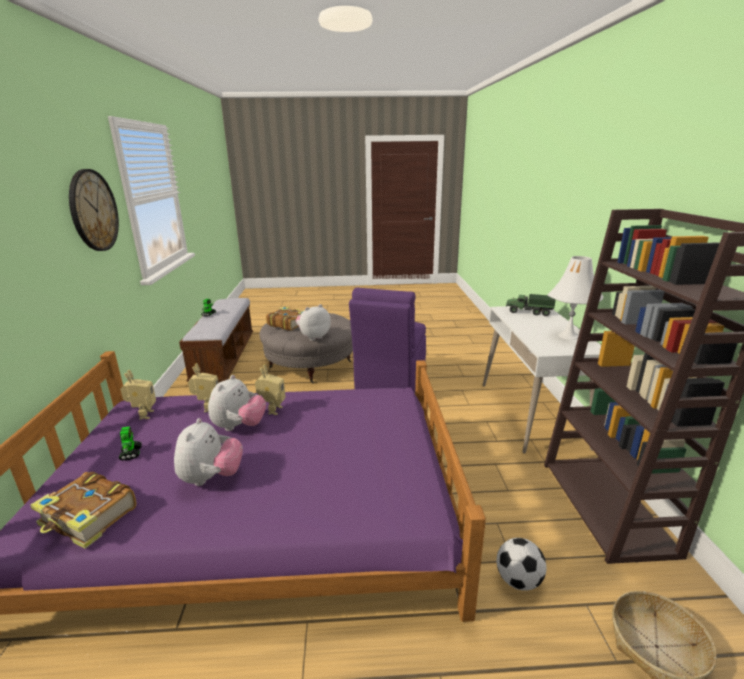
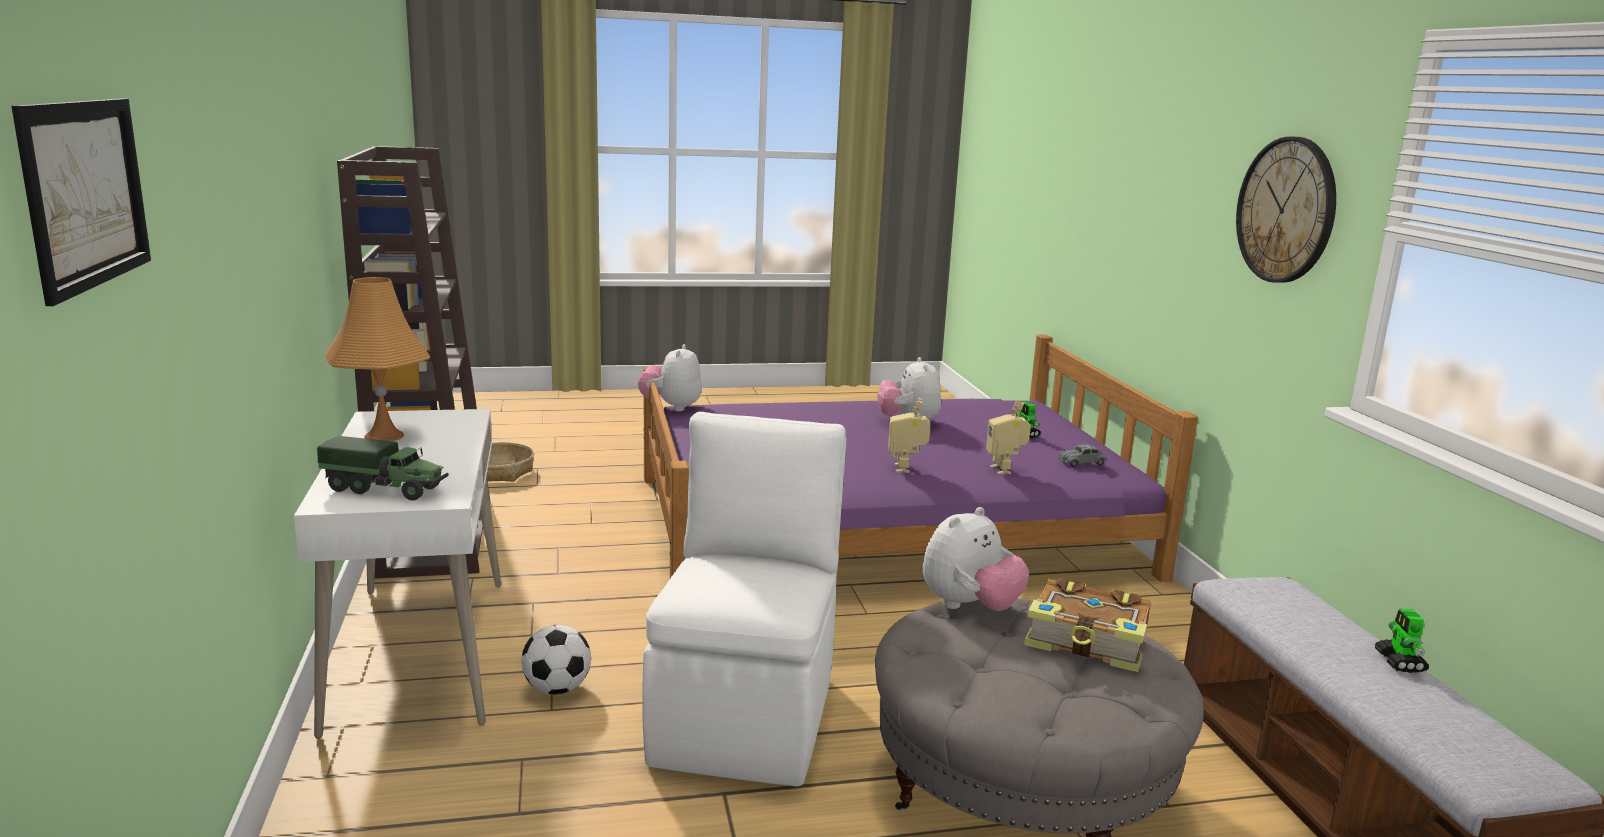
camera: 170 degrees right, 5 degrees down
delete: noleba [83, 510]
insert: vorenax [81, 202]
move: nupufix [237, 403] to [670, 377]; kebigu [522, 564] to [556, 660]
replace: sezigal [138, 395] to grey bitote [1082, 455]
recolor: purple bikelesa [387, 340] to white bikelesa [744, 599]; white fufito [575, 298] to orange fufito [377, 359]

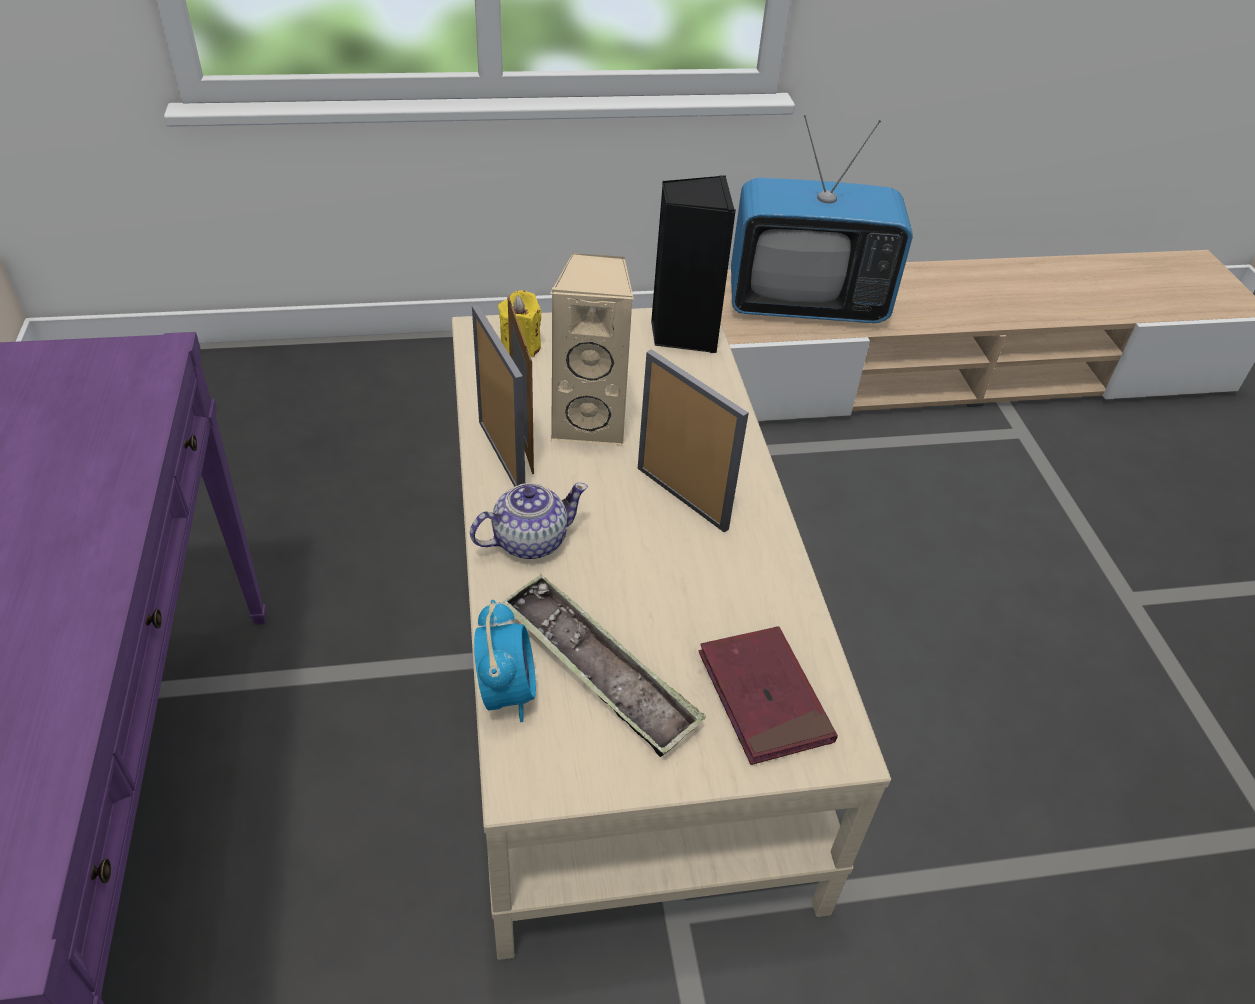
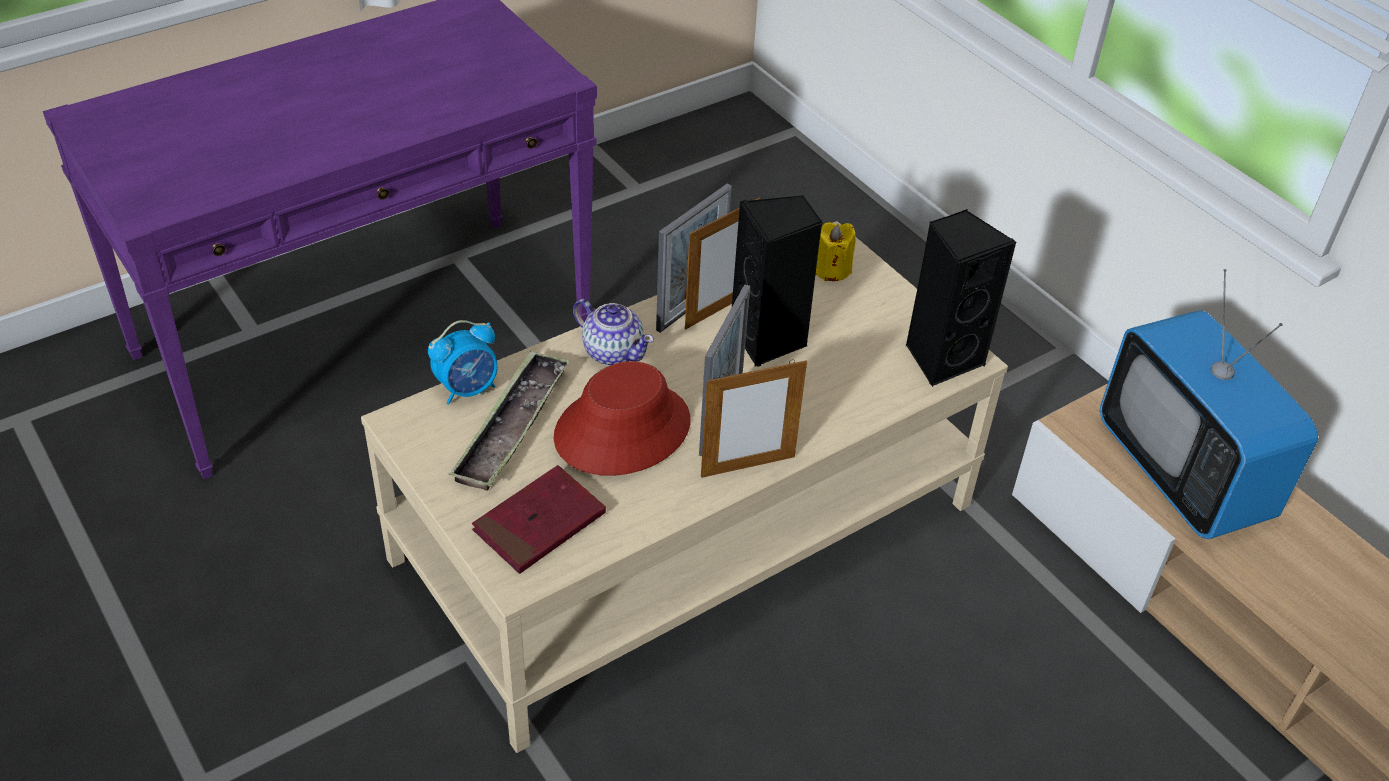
camera: 65 degrees right, 0 degrees up
insert: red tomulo [622, 418]; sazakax [754, 418]
recolor: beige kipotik [592, 349] to black kipotik [777, 280]

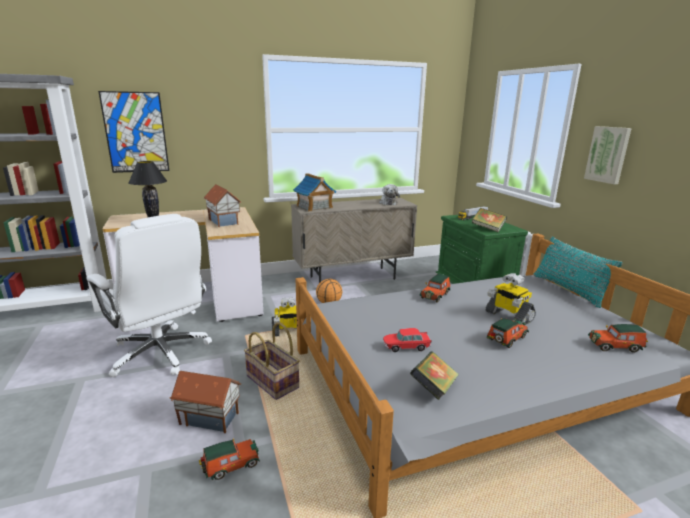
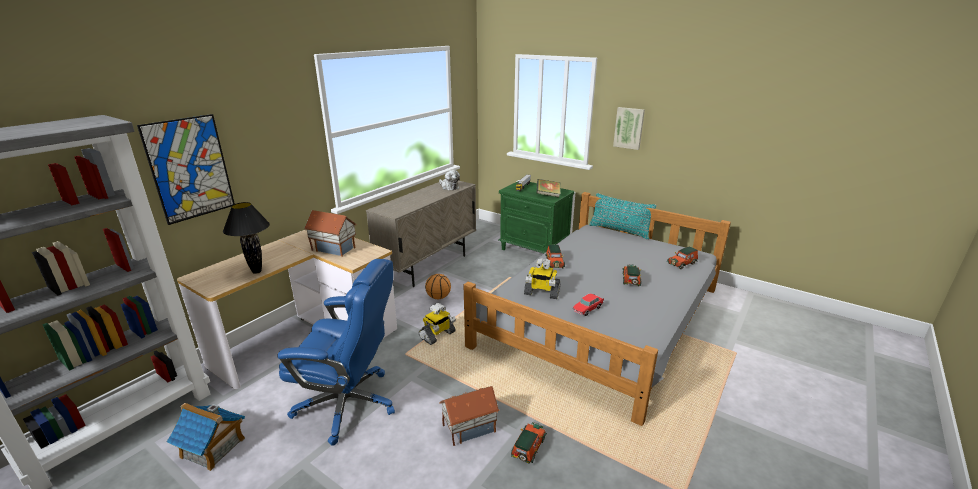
camera: 35 degrees left, 5 degrees up
delete: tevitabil [272, 361]; noleba [434, 375]
move: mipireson [314, 192] to [206, 437]; sezigal [510, 299] to [542, 278]
recolor: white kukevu [149, 295] to blue kukevu [336, 352]

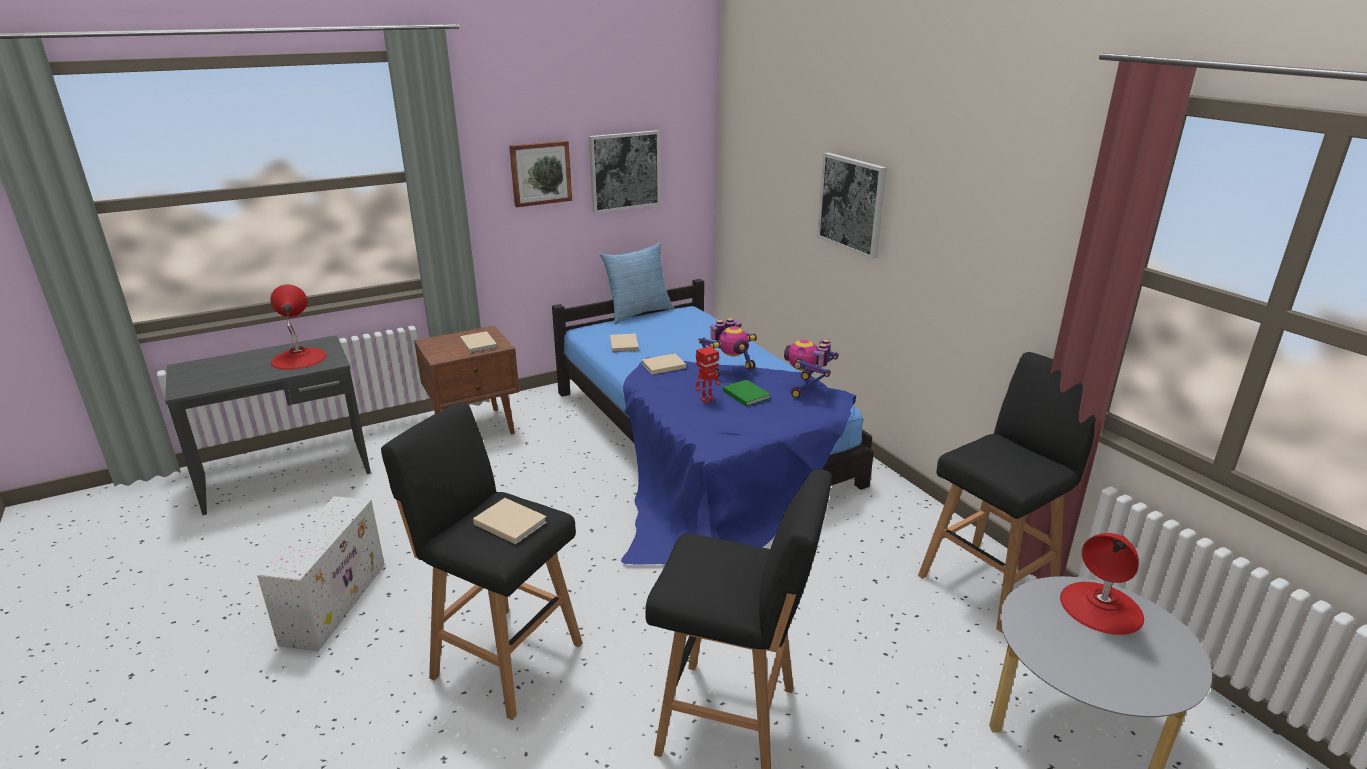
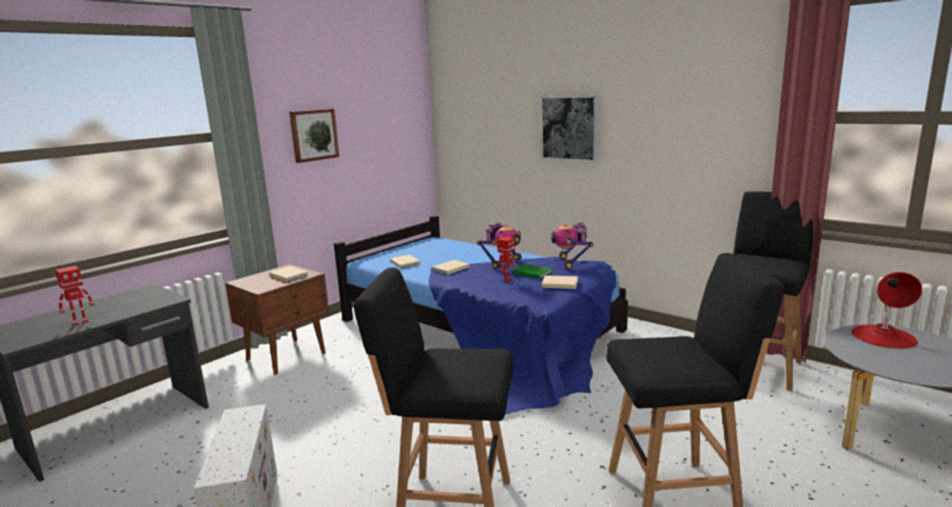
camera: 20 degrees left, 10 degrees down
delete: red fufito [298, 327]; vorenax [624, 171]; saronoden [637, 283]
insert: sezigal [75, 296]
move: beige noleba [510, 521] to [560, 282]

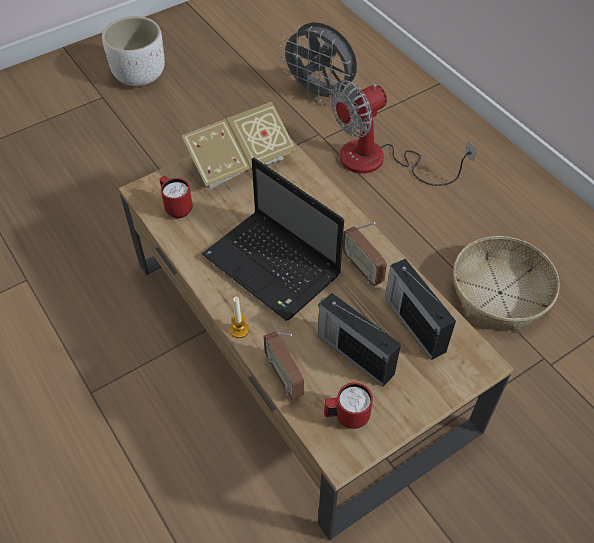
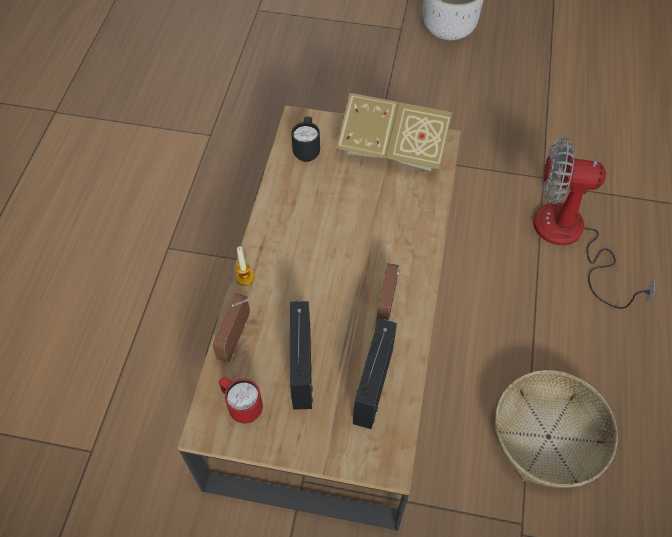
camera: 45 degrees right, 5 degrees up
delete: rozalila [273, 239]; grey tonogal [318, 62]
recolor: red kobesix [176, 197] to black kobesix [305, 139]

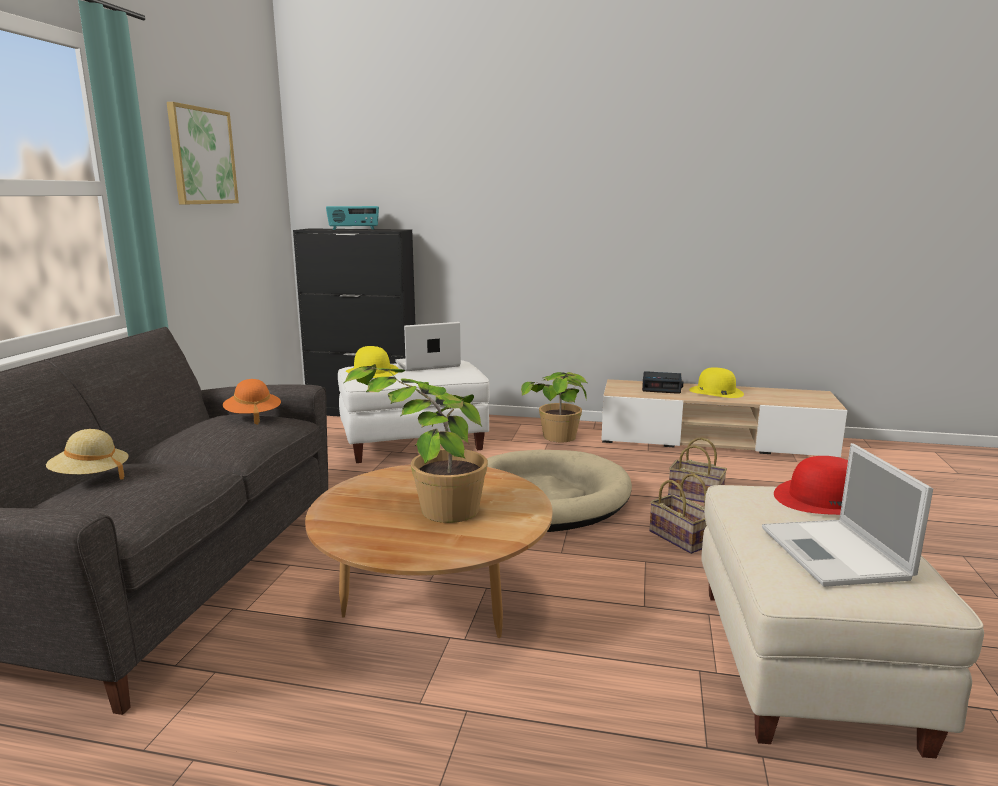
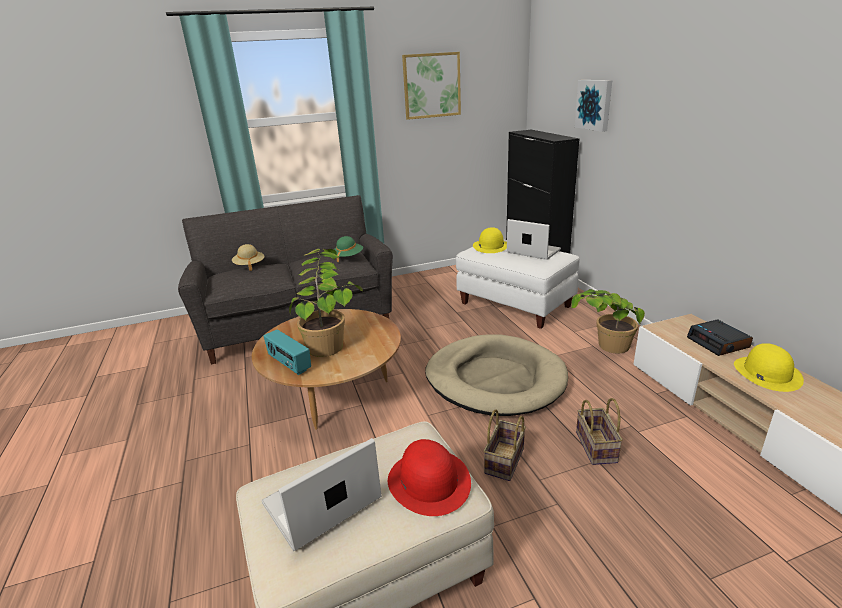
camera: 60 degrees right, 10 degrees up
insert: vorenax [593, 106]
move: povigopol [352, 218] to [287, 352]
recolor: orange tomulo [252, 402] to green tomulo [348, 249]

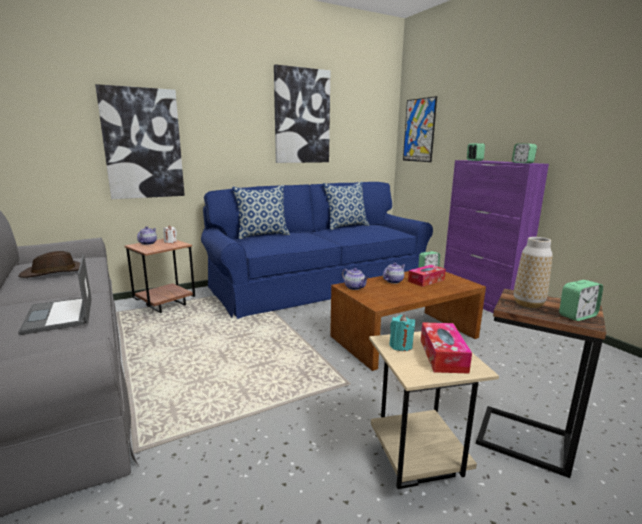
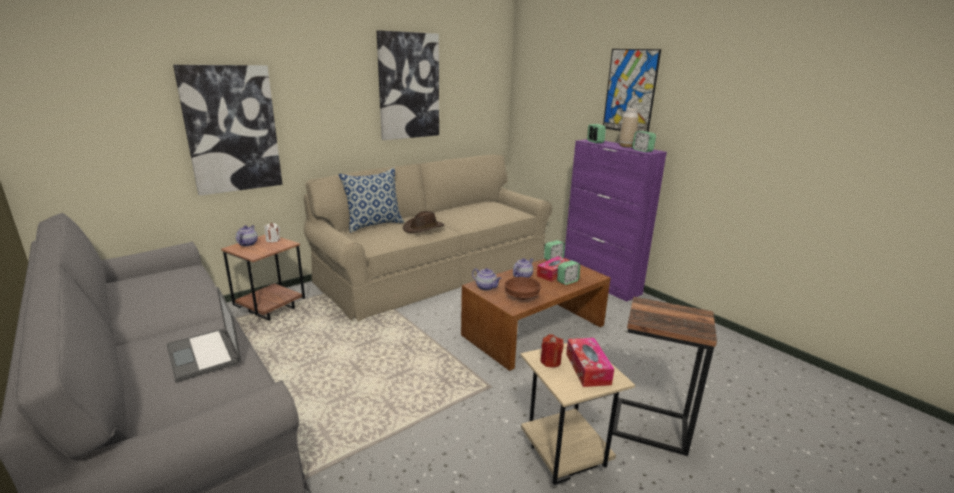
camera: 10 degrees left, 5 degrees up
delete: saronoden [346, 205]
insert: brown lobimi [523, 288]
move: brown tomulo [49, 264] to [423, 222]; vorenax [420, 129] to [632, 90]; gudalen [533, 272] to [628, 128]; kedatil [581, 300] to [568, 272]
recolor: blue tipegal [317, 250] to beige tipegal [428, 238]; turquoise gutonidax [402, 333] to red gutonidax [552, 351]

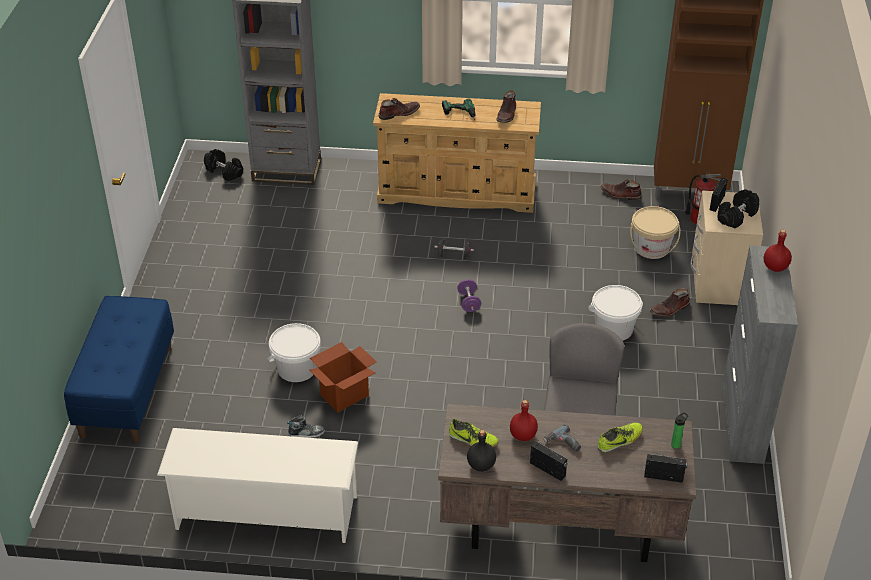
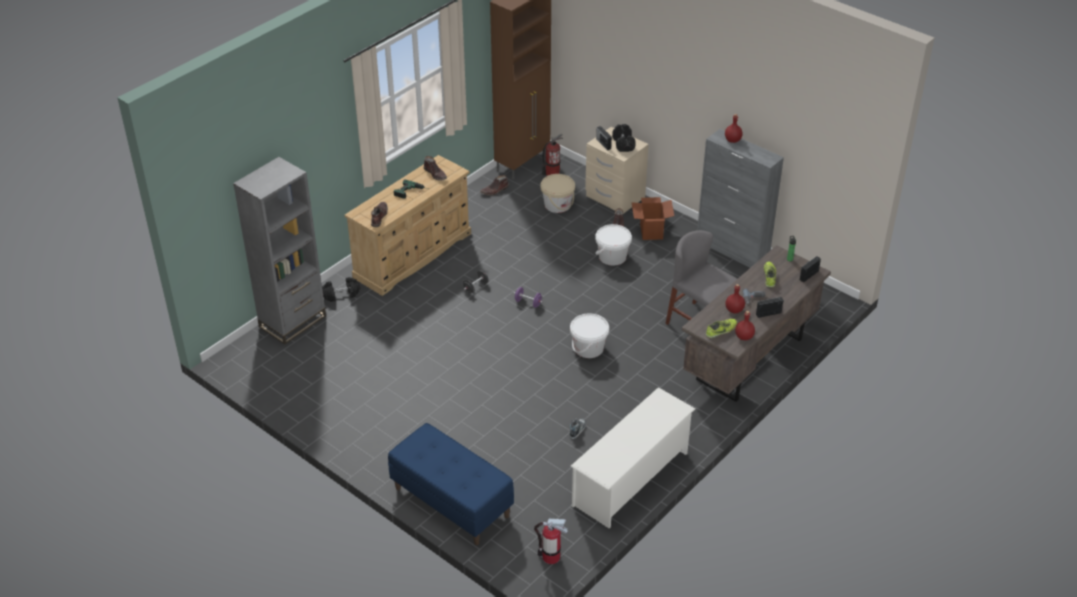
camera: 55 degrees left, 0 degrees up
insert: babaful [551, 541]
move: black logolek [223, 165] to [341, 289]; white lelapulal [294, 352] to [589, 335]; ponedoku [342, 377] to [653, 218]
recolor: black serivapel [481, 451] to red serivapel [745, 325]

